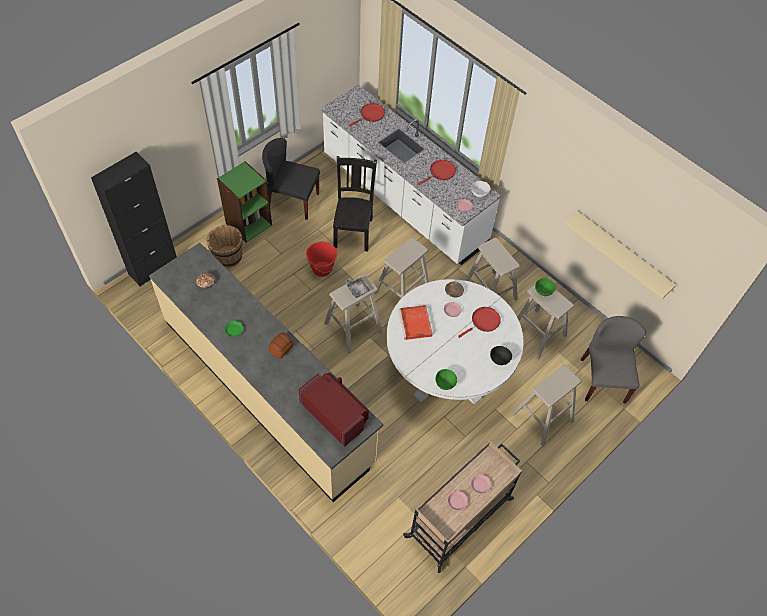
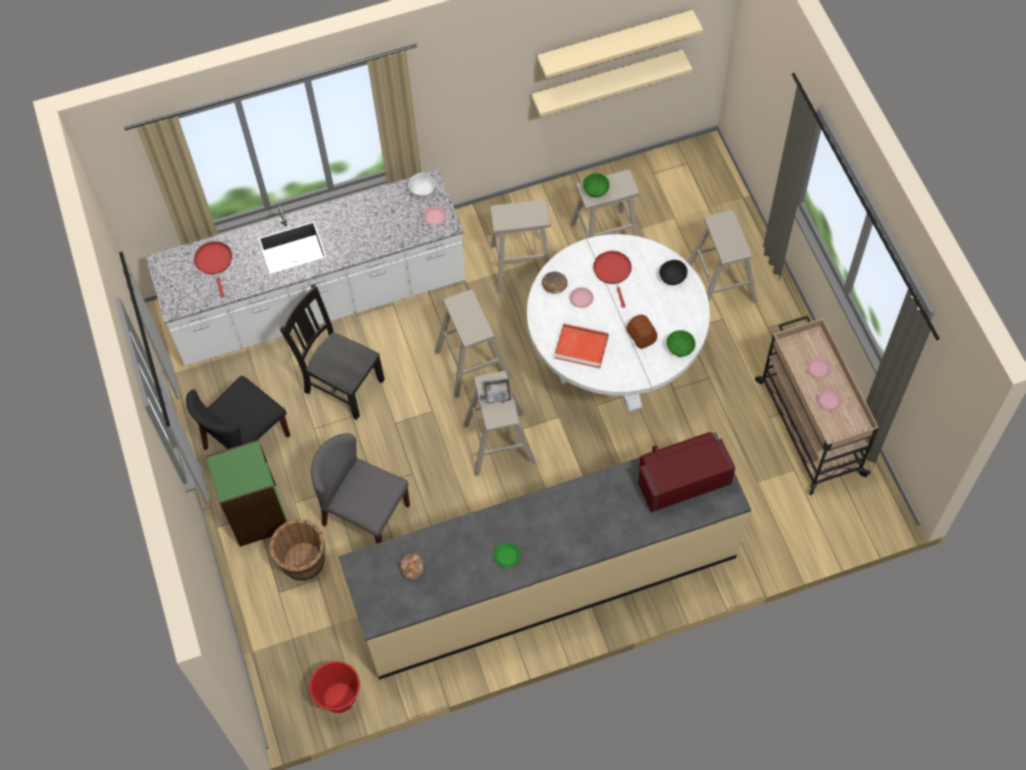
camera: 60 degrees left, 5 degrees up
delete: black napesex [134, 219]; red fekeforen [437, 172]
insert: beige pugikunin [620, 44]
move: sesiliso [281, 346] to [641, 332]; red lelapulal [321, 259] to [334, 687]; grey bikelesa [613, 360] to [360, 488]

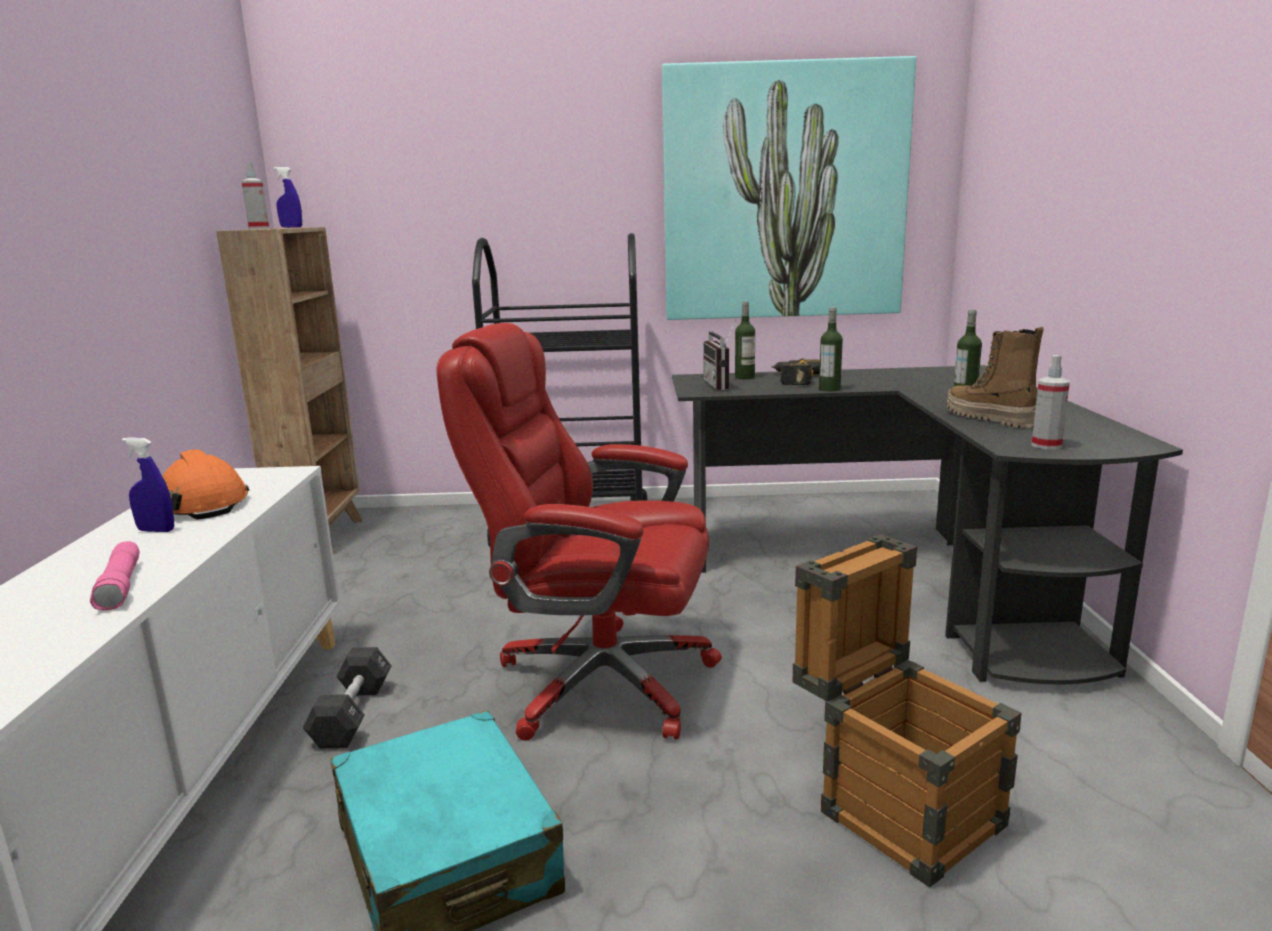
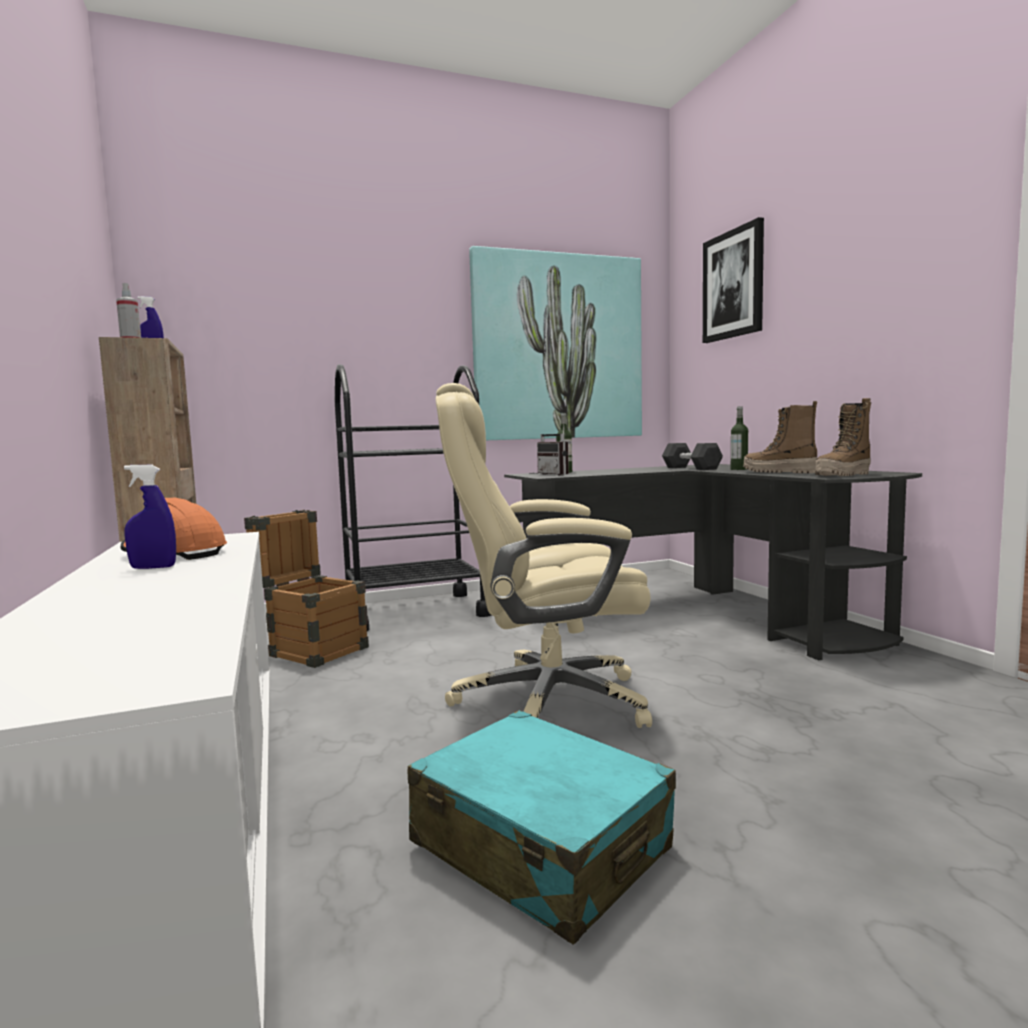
camera: 20 degrees left, 10 degrees down
delete: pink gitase [115, 575]; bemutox [796, 371]; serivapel [831, 349]
insert: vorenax [733, 280]
move: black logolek [347, 697] to [692, 456]; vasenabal [907, 711] to [306, 589]
replace: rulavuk [1051, 402] to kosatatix [843, 437]
recolor: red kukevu [579, 532] to beige kukevu [544, 555]

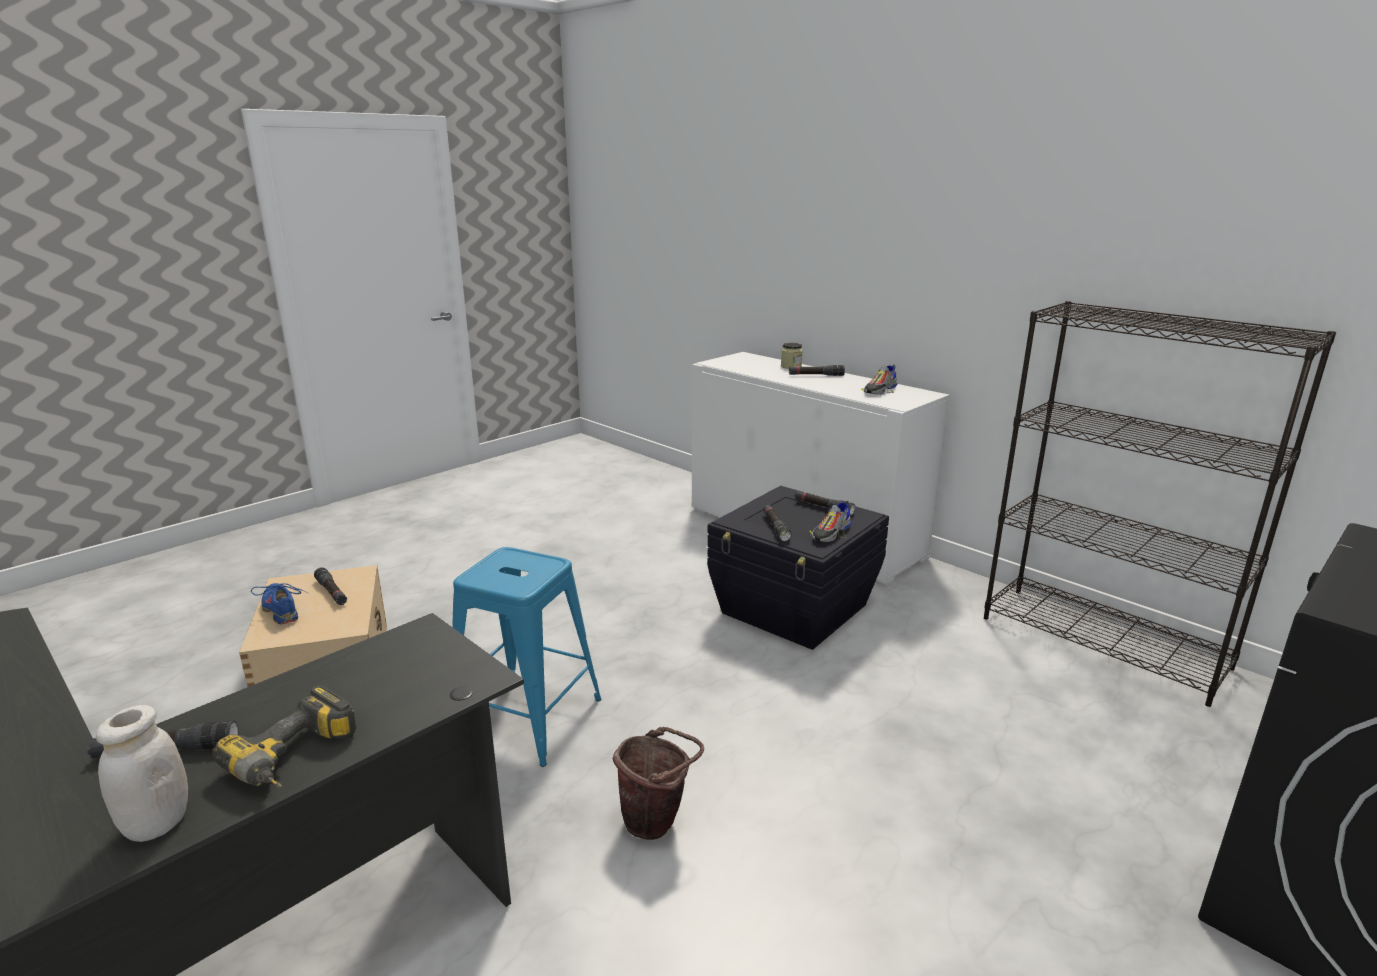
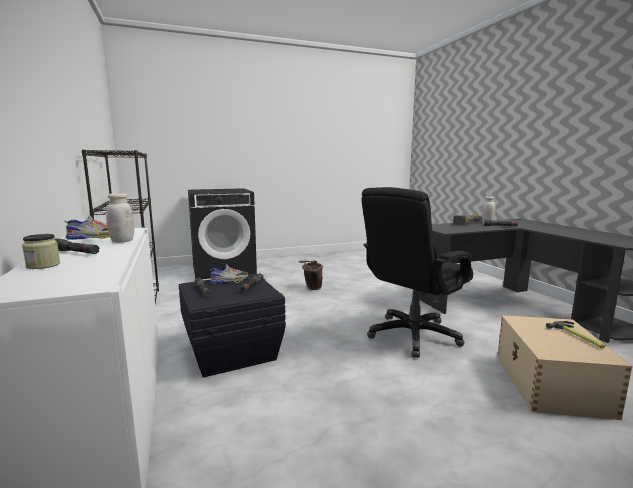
camera: 155 degrees left, 10 degrees down
delete: black gitase [330, 586]
insert: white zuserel [120, 218]
move: brown lelapulal [658, 783] to [310, 275]
replace: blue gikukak [279, 603] to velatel [576, 334]; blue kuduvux [526, 657] to black kukevu [417, 272]

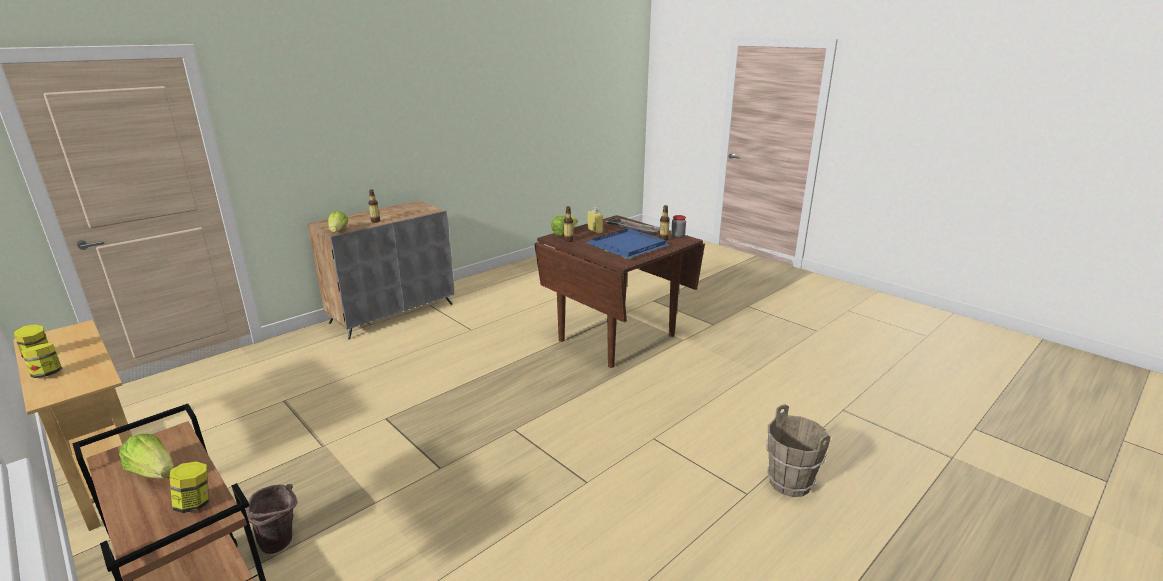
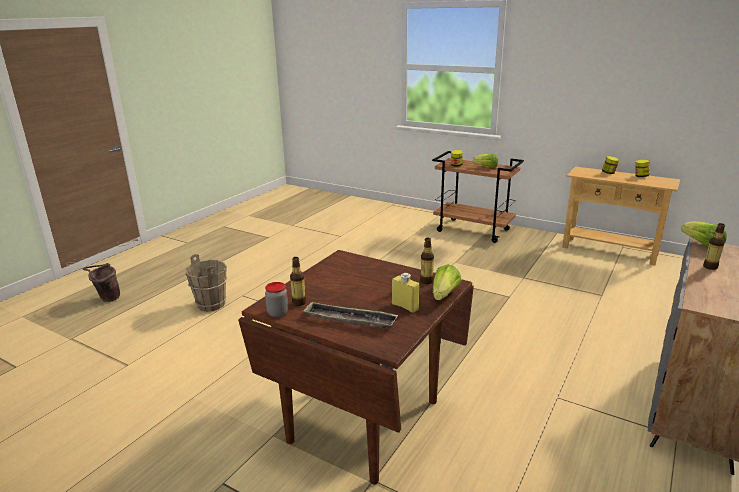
camera: 165 degrees right, 0 degrees up
delete: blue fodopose [628, 243]
move: brown lelapulal [271, 519] to [101, 282]

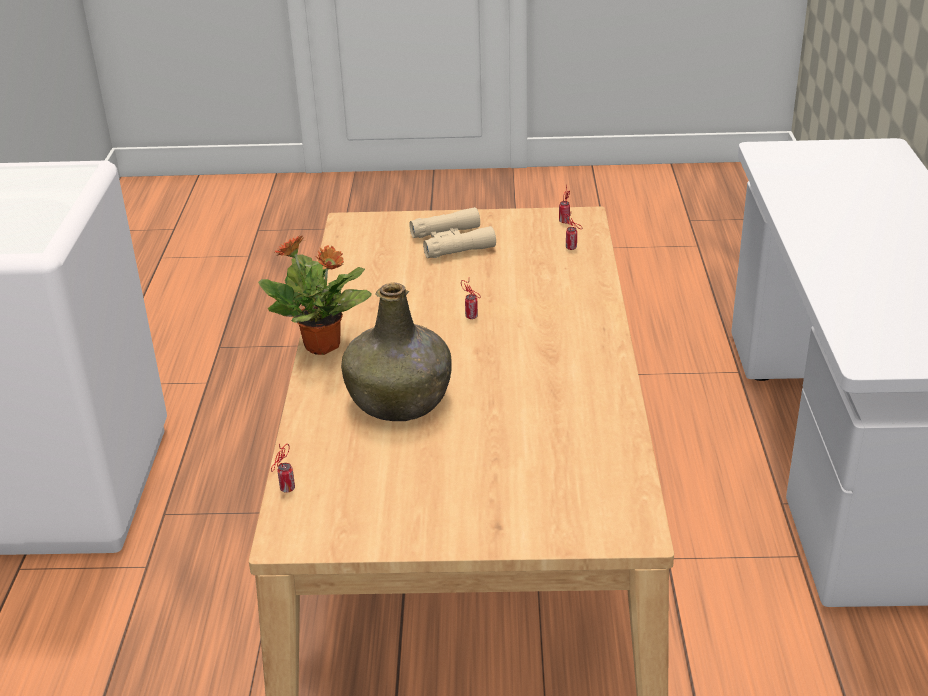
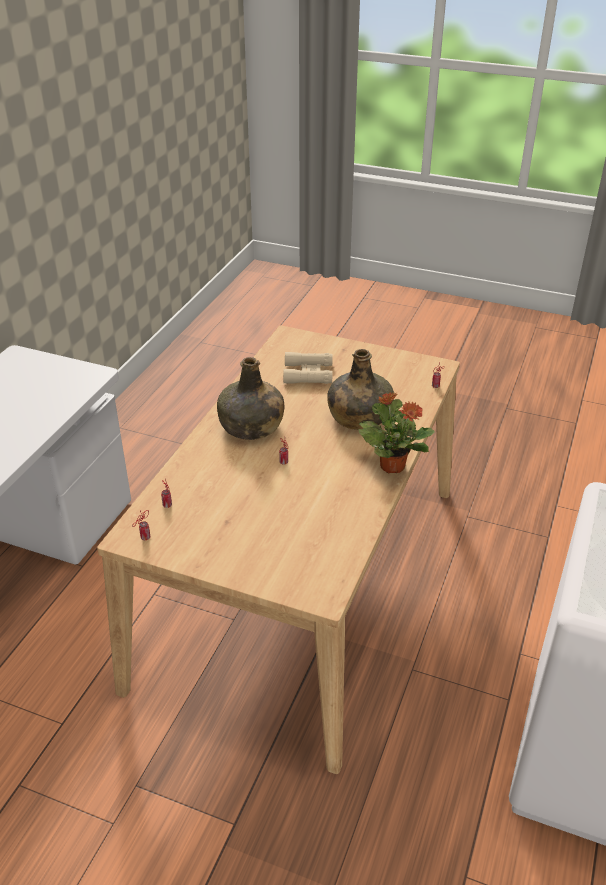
camera: 160 degrees left, 5 degrees up
insert: green serivapel [250, 398]
move: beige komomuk [452, 232] to [308, 368]

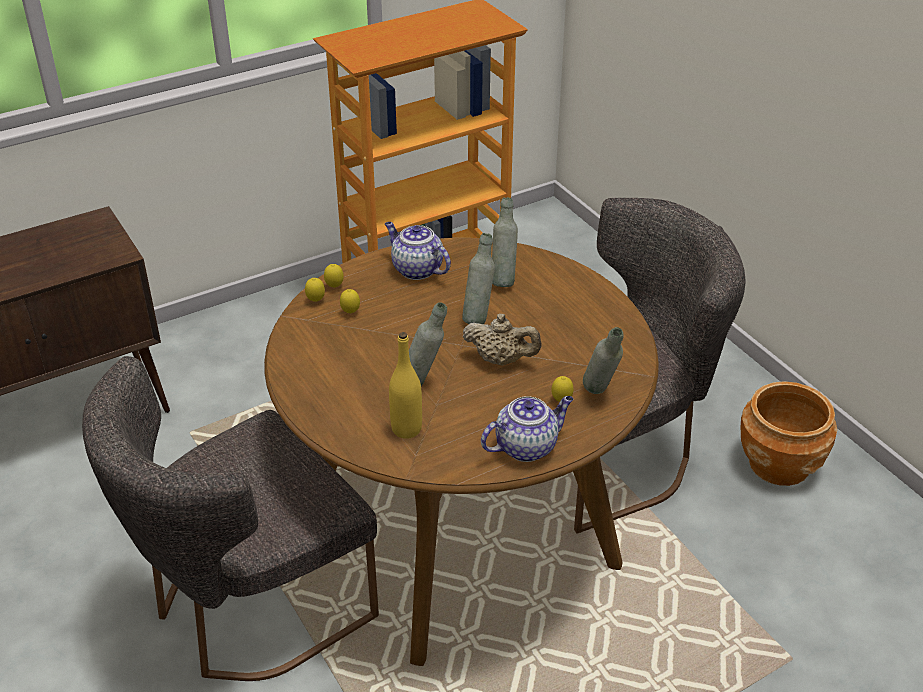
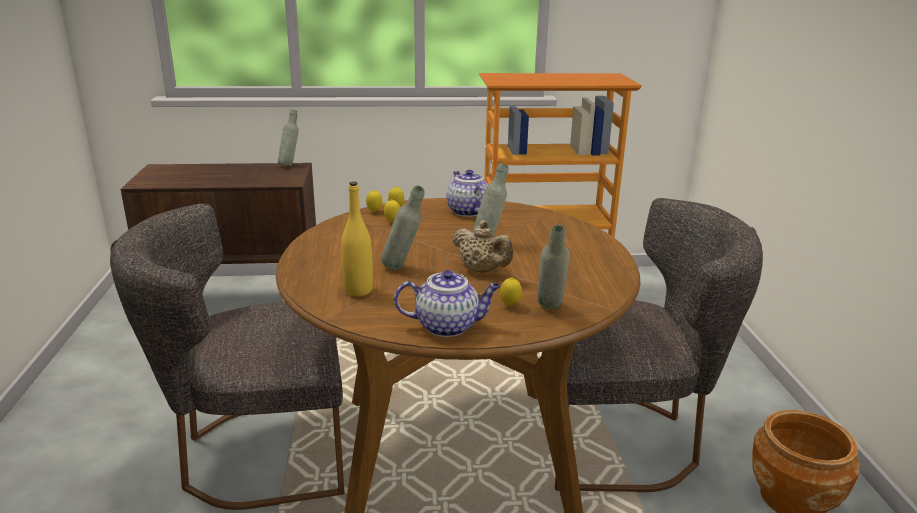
camera: 25 degrees right, 15 degrees down
move: grey serivapel [505, 242] to [288, 137]

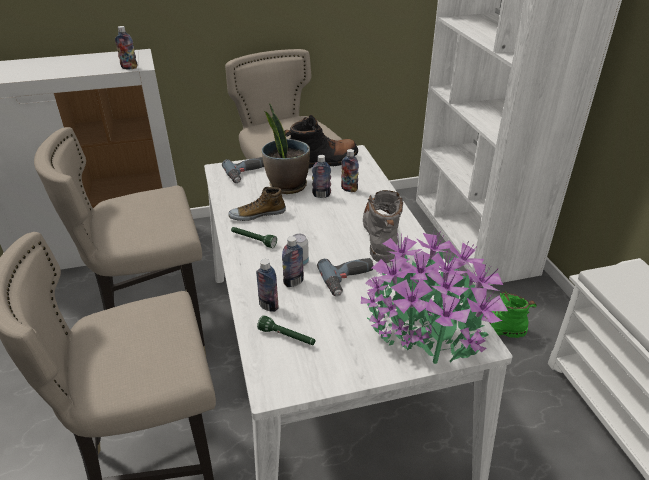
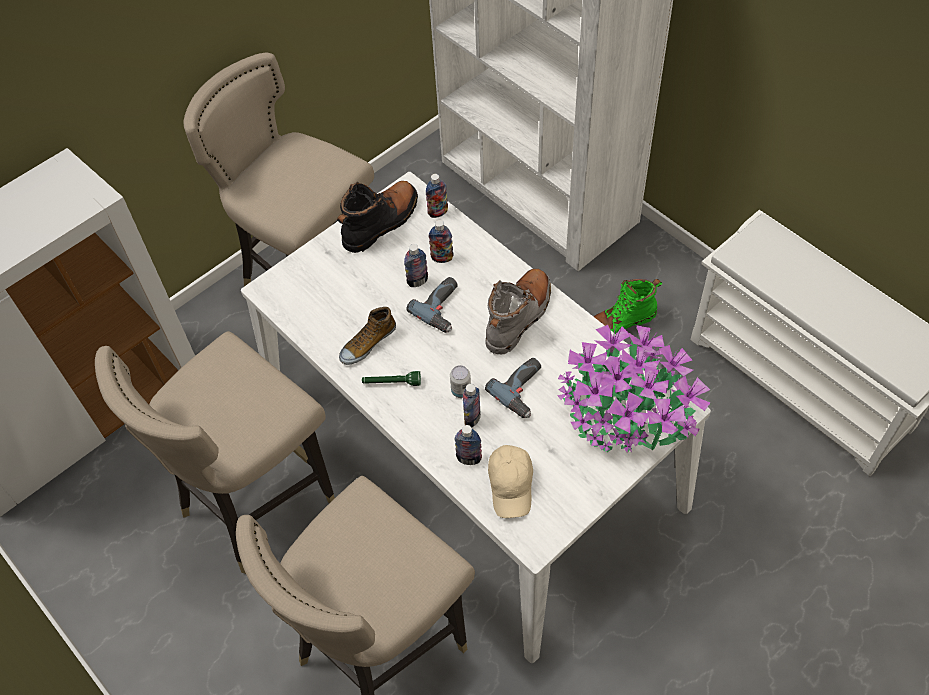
camera: 25 degrees left, 20 degrees up
delete: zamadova [286, 148]
move: serivapel [126, 47] to [437, 196]; bemutox [243, 170] to [432, 305]
replace: green gitase [286, 330] to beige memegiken [510, 481]
rotate: grey kosatatix [383, 226] = [518, 312] 60 degrees clockwise

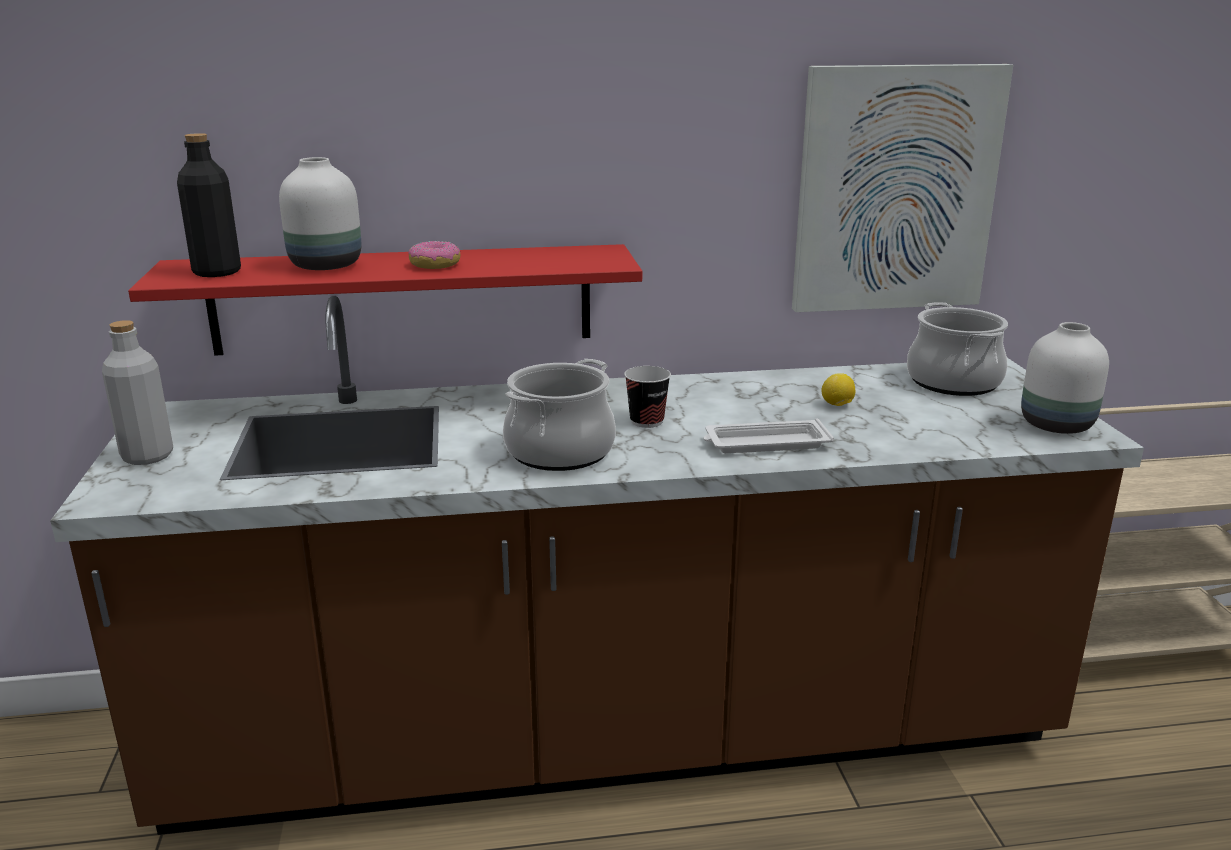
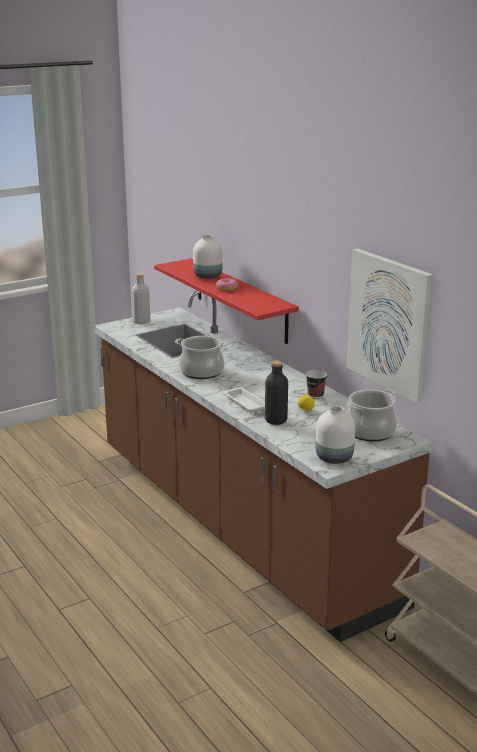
camera: 65 degrees right, 0 degrees up
move: black serivapel [209, 205] to [276, 393]; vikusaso [647, 397] to [316, 384]

